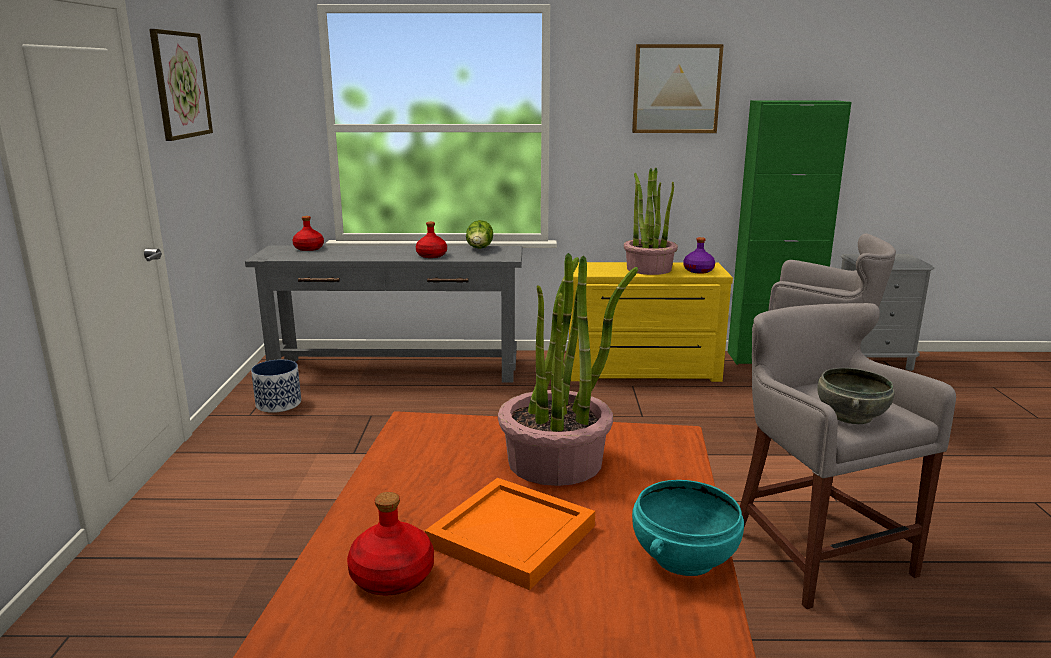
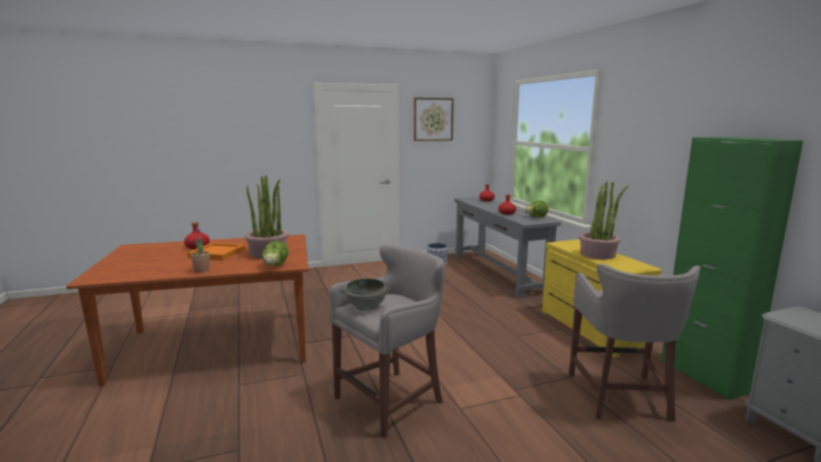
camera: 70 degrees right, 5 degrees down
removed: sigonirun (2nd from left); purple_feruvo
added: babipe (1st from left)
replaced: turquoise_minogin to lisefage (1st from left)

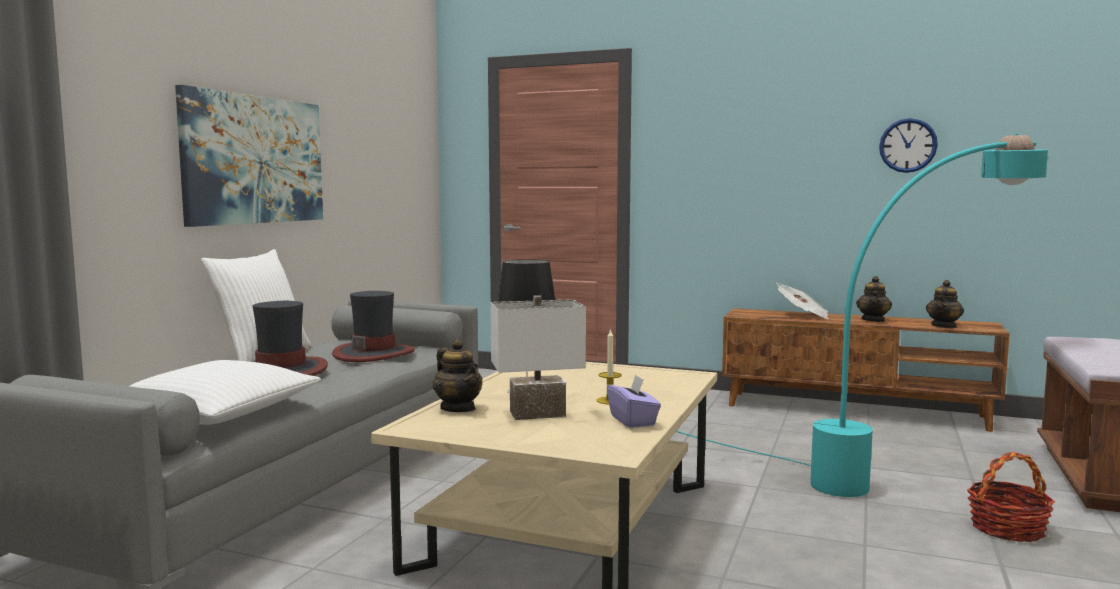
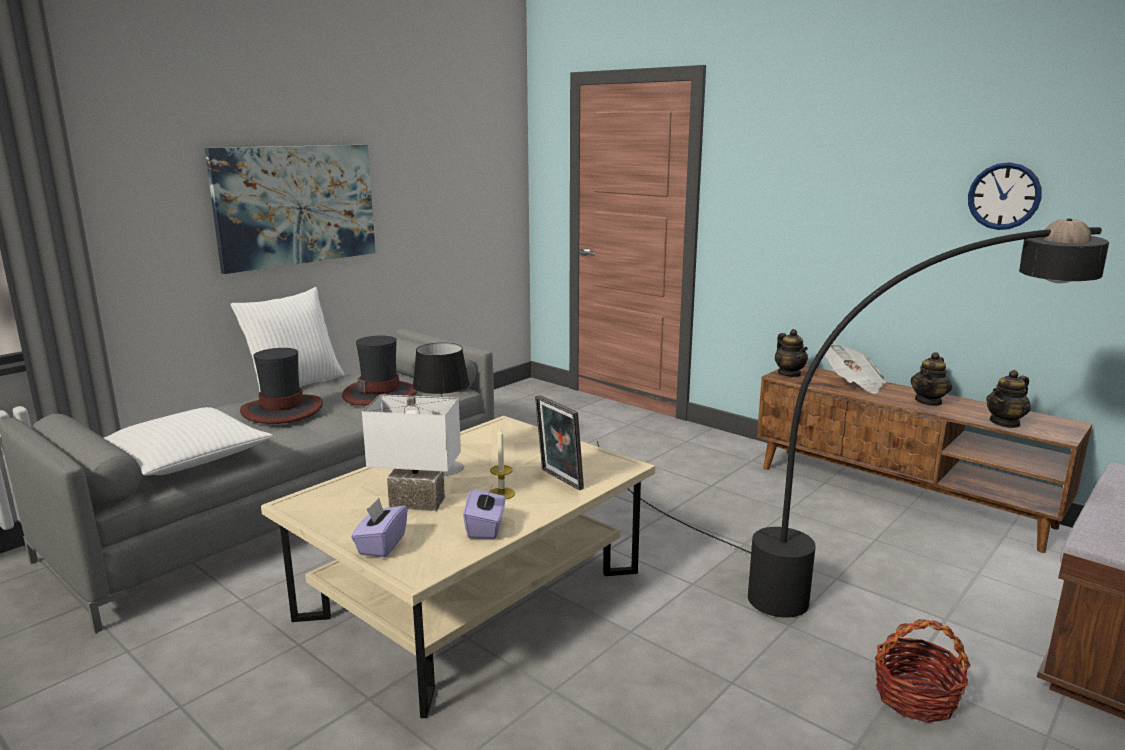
camera: 20 degrees right, 10 degrees up
added: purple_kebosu (1st from left); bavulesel
moved: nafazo (1st from left)
recoloured: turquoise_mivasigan to black_mivasigan

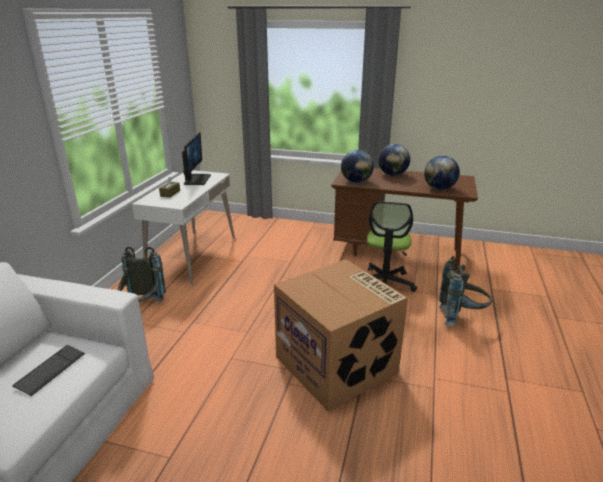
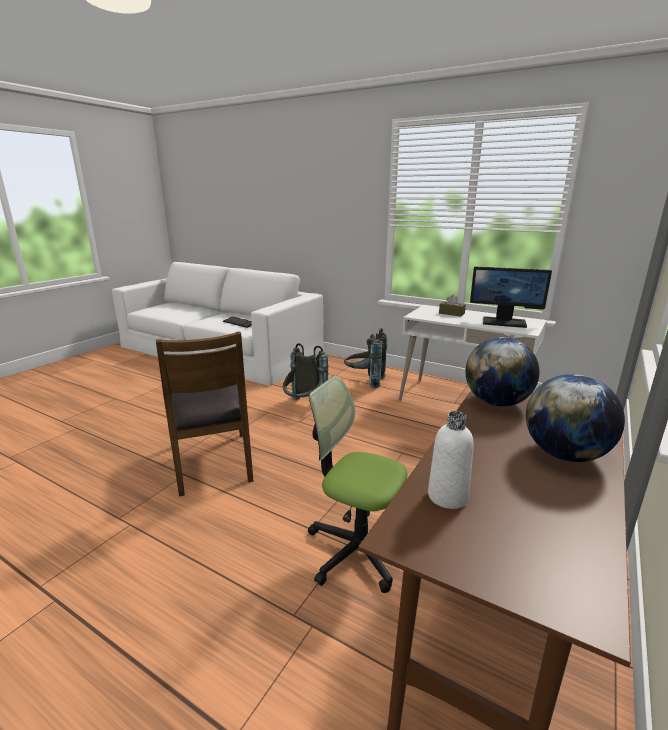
camera: 105 degrees right, 5 degrees down
moved: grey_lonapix (2nd from left in the first image) to grey_lonapix (1st from left)
replaced: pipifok to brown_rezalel; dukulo (3rd from left) to white_feruvo

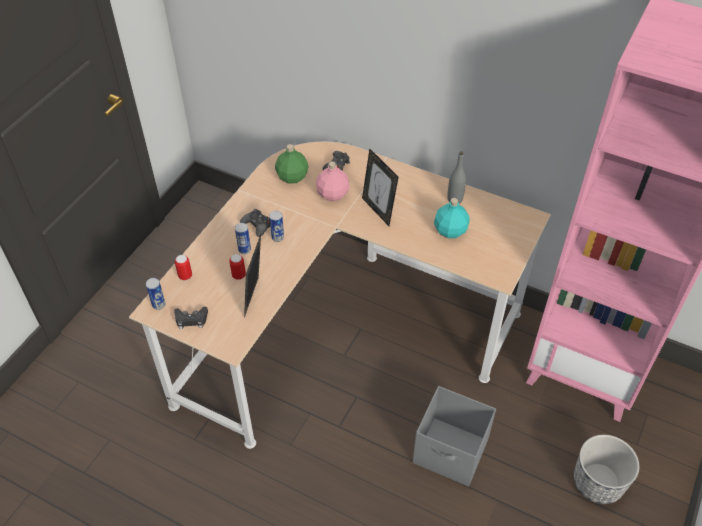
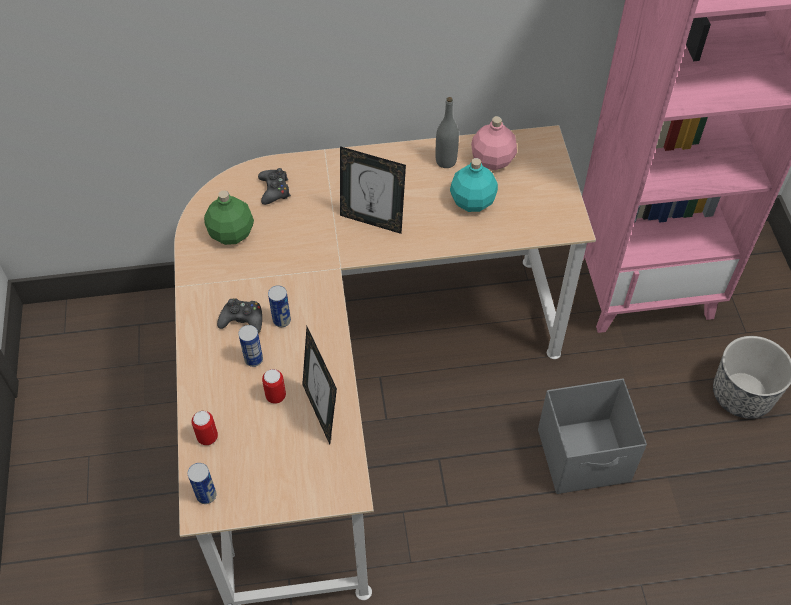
camera: 35 degrees left, 5 degrees up
removed: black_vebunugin (1st from left)
moved: pink_feruvo

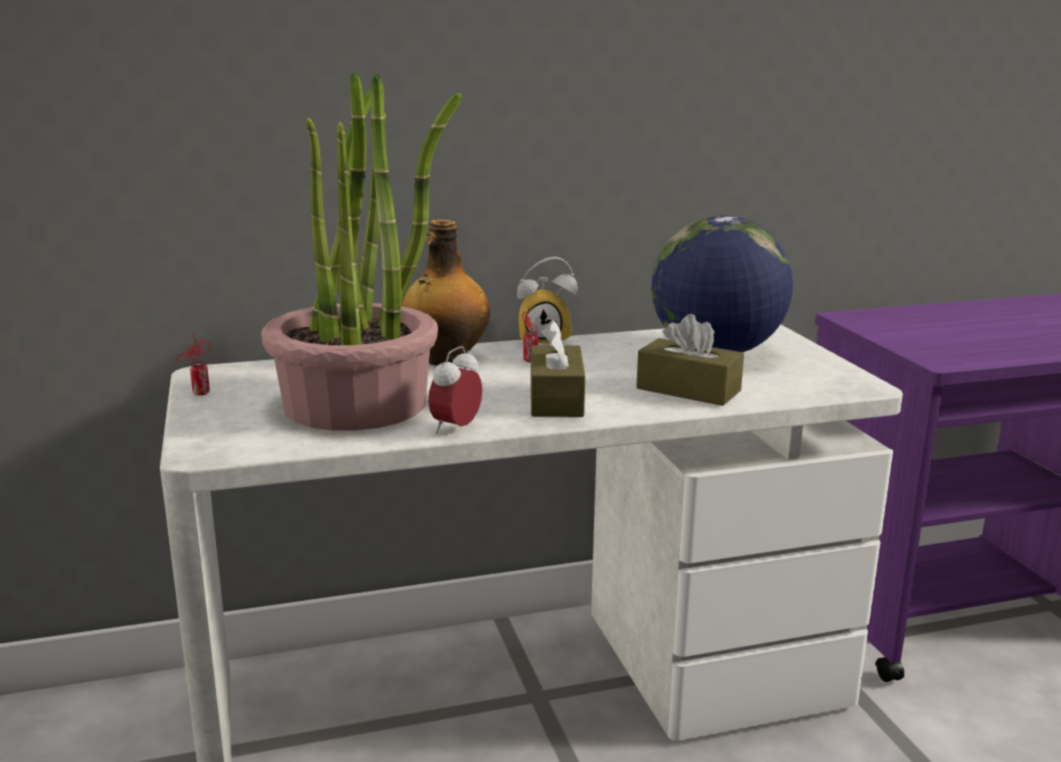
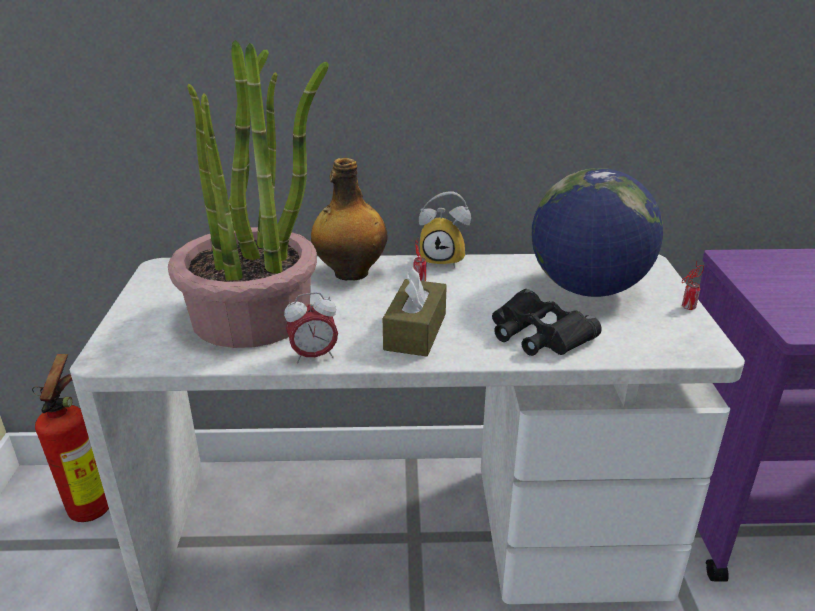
camera: 15 degrees right, 10 degrees up
added: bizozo
moved: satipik (1st from left in the first image) to satipik (2nd from left)
replaced: brown_kebosu (2nd from left) to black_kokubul
turned: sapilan (1st from left) 150 degrees counterclockwise

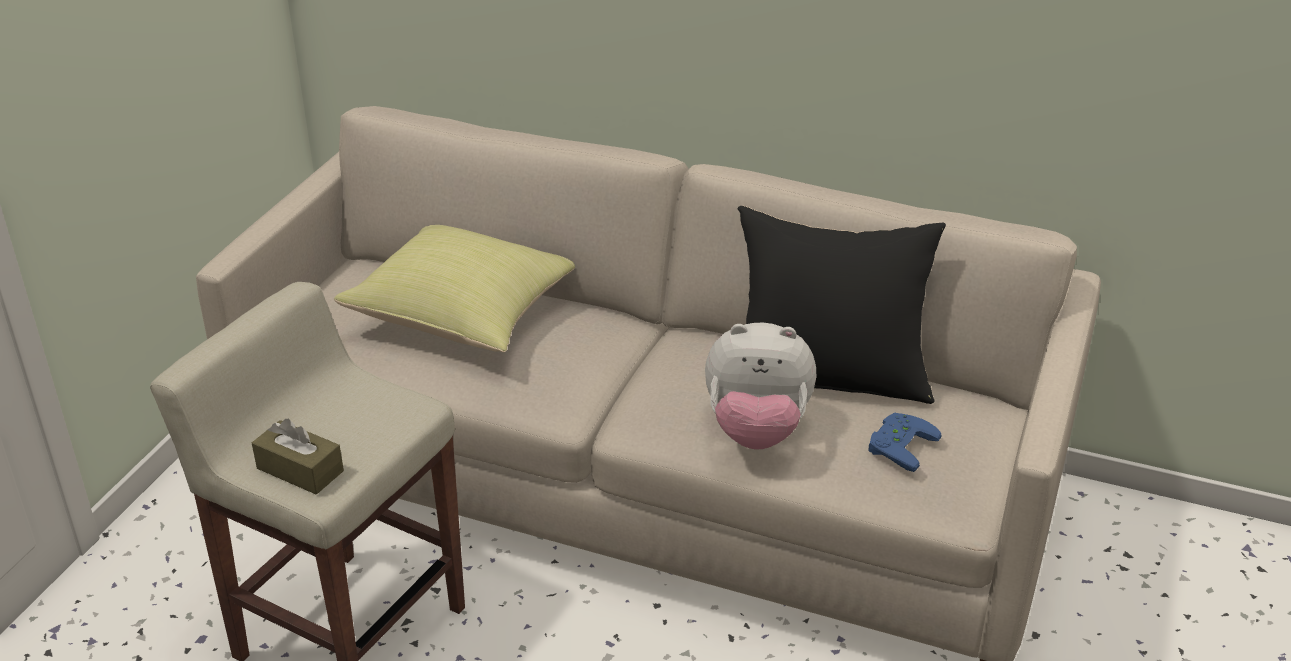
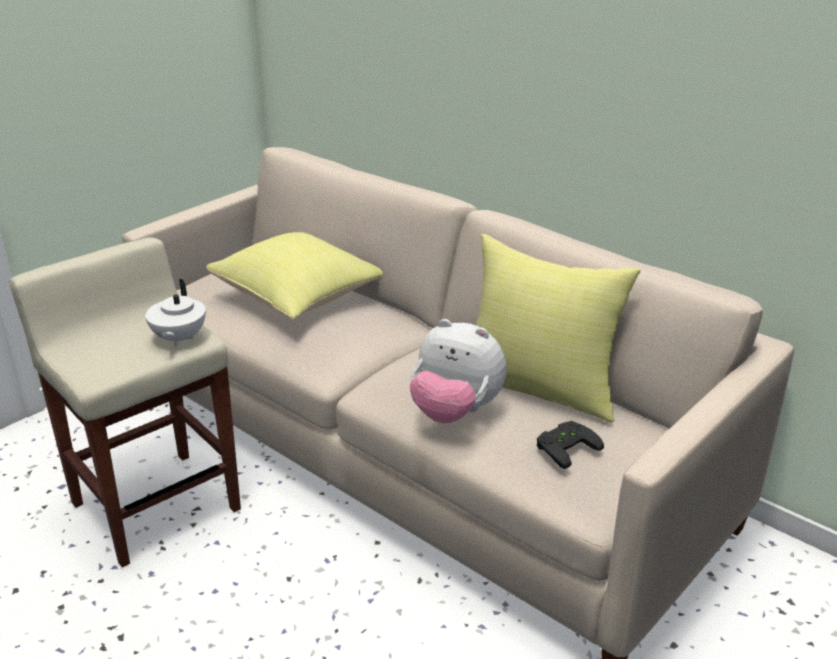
camera: 20 degrees right, 5 degrees down
removed: brown_kebosu
added: white_nafazo
recoloured: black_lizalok to yellow_lizalok (2nd from left); blue_vebunugin to black_vebunugin

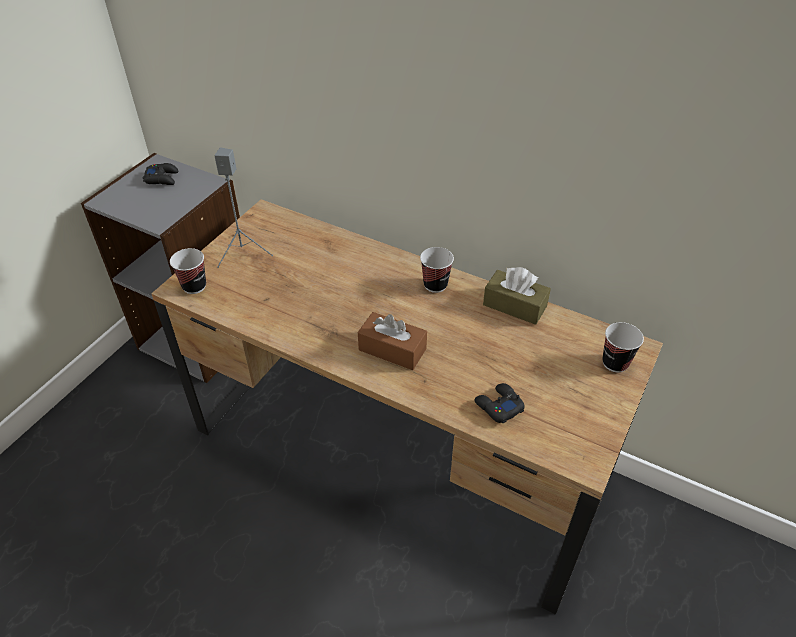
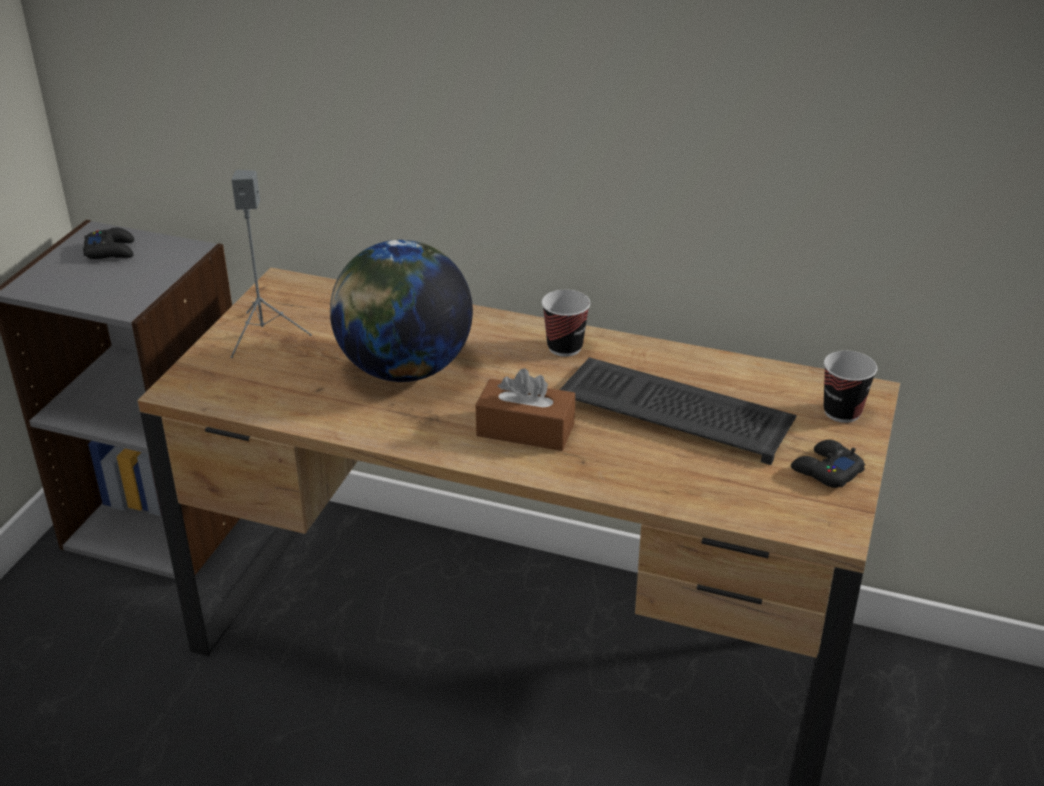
camera: 10 degrees left, 10 degrees down
removed: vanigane (1st from left); brown_kebosu (2nd from left)
added: dukulo; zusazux
moved: black_vebunugin (2nd from left)

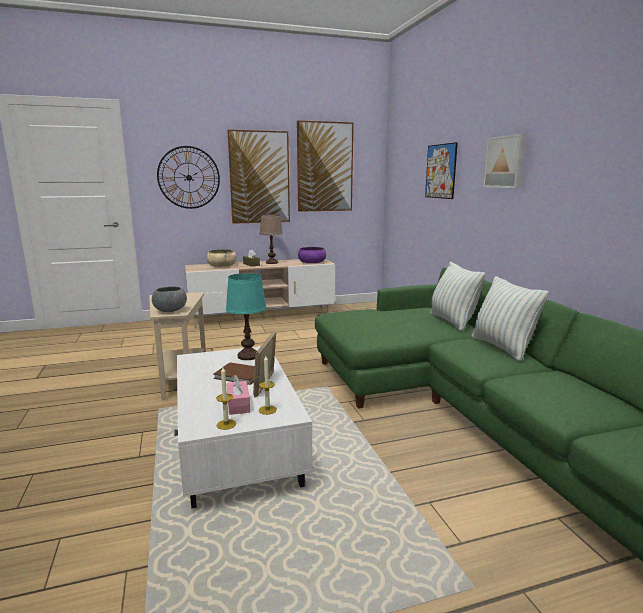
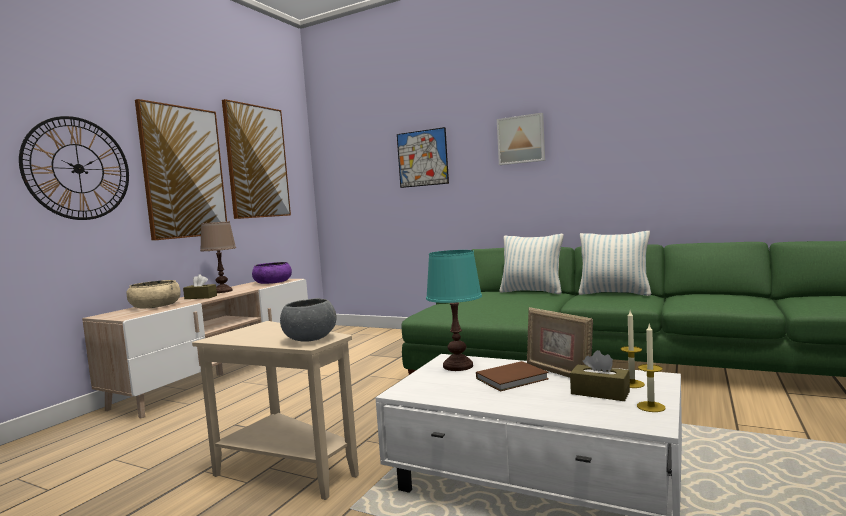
camera: 45 degrees left, 10 degrees down
recoloured: pink_kebosu to brown_kebosu (2nd from left)

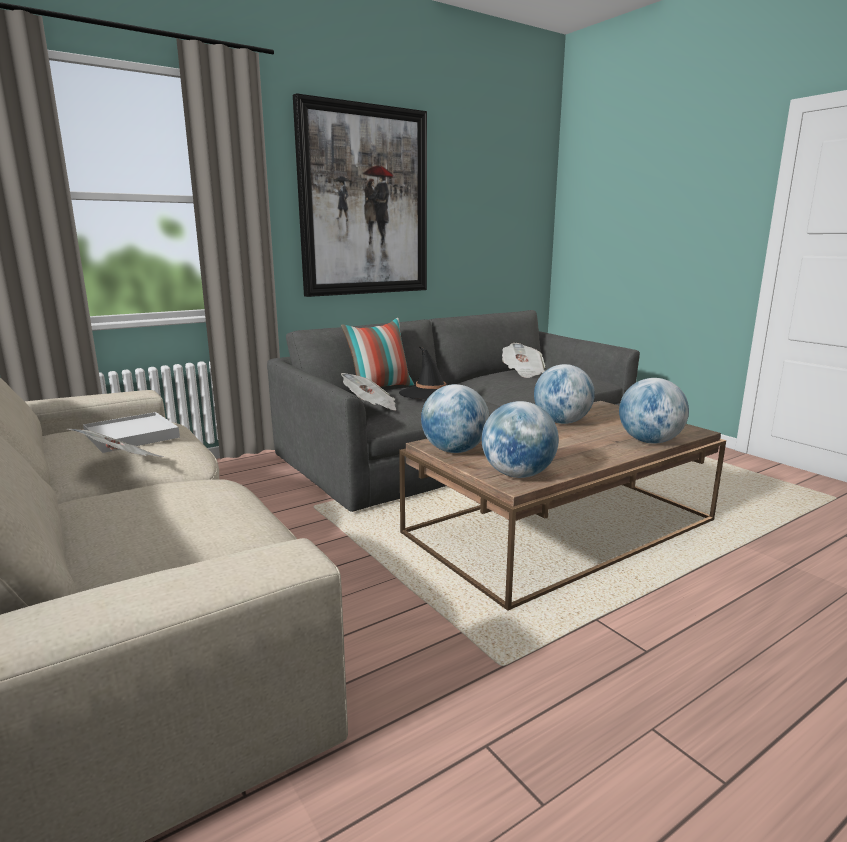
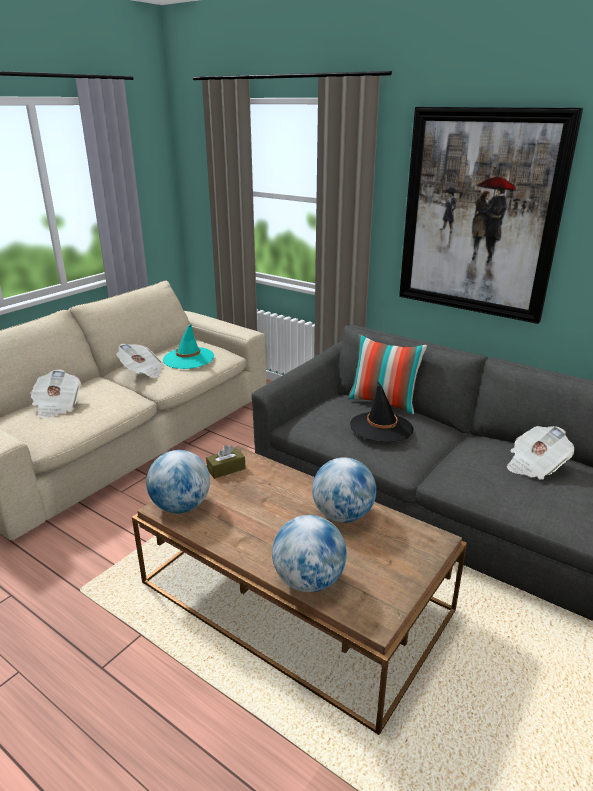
camera: 70 degrees right, 10 degrees up
moved: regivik (2nd from left in the first image) to regivik (1st from left)
replaced: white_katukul to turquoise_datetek; dukulo (1st from left) to brown_kebosu

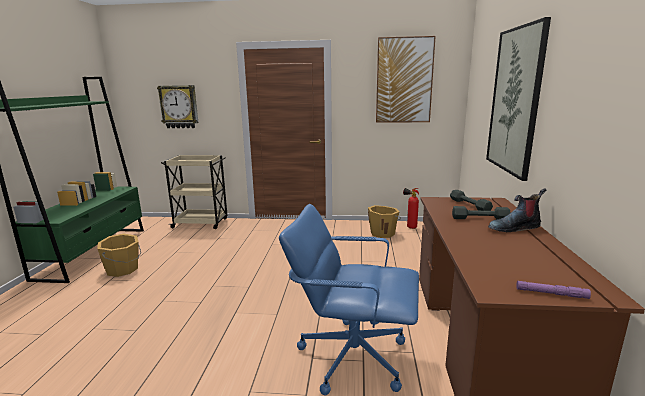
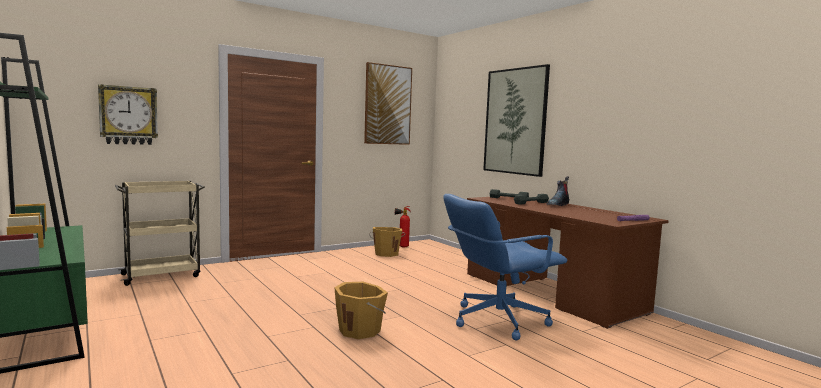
camera: 40 degrees left, 10 degrees down
moved: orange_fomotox (1st from left)

